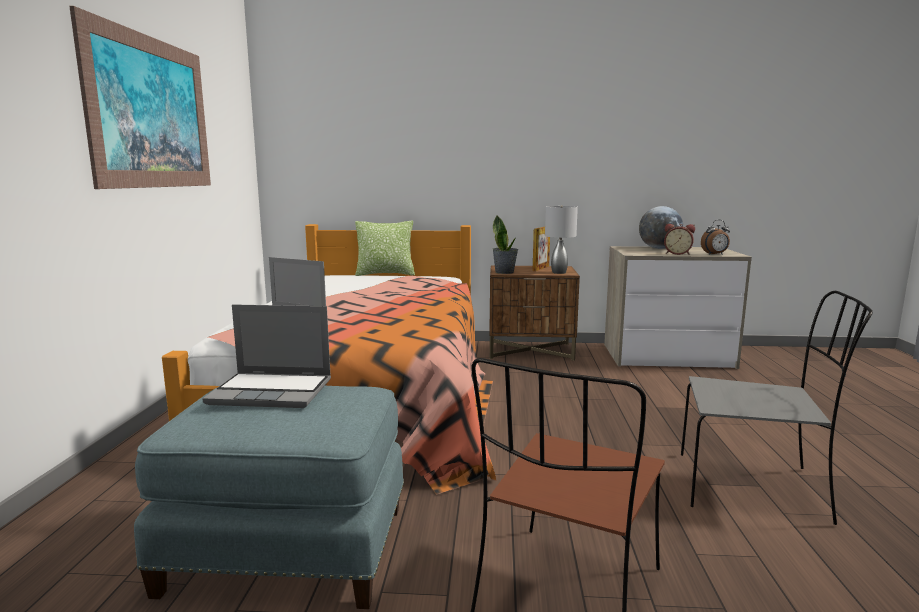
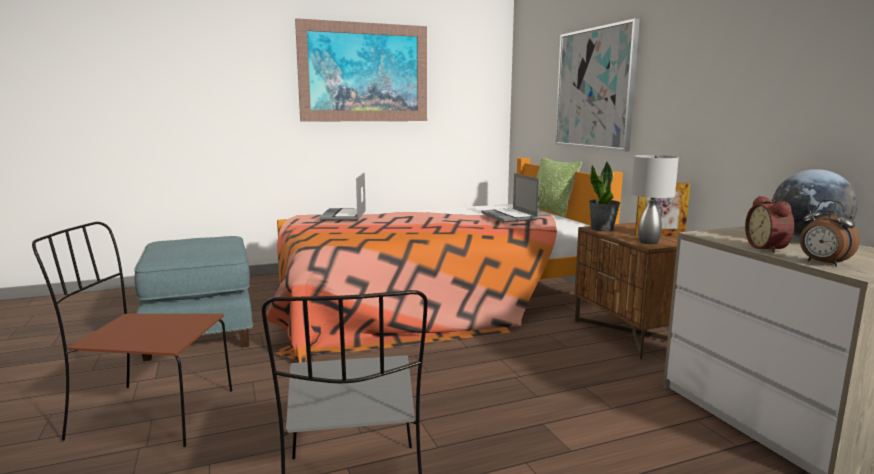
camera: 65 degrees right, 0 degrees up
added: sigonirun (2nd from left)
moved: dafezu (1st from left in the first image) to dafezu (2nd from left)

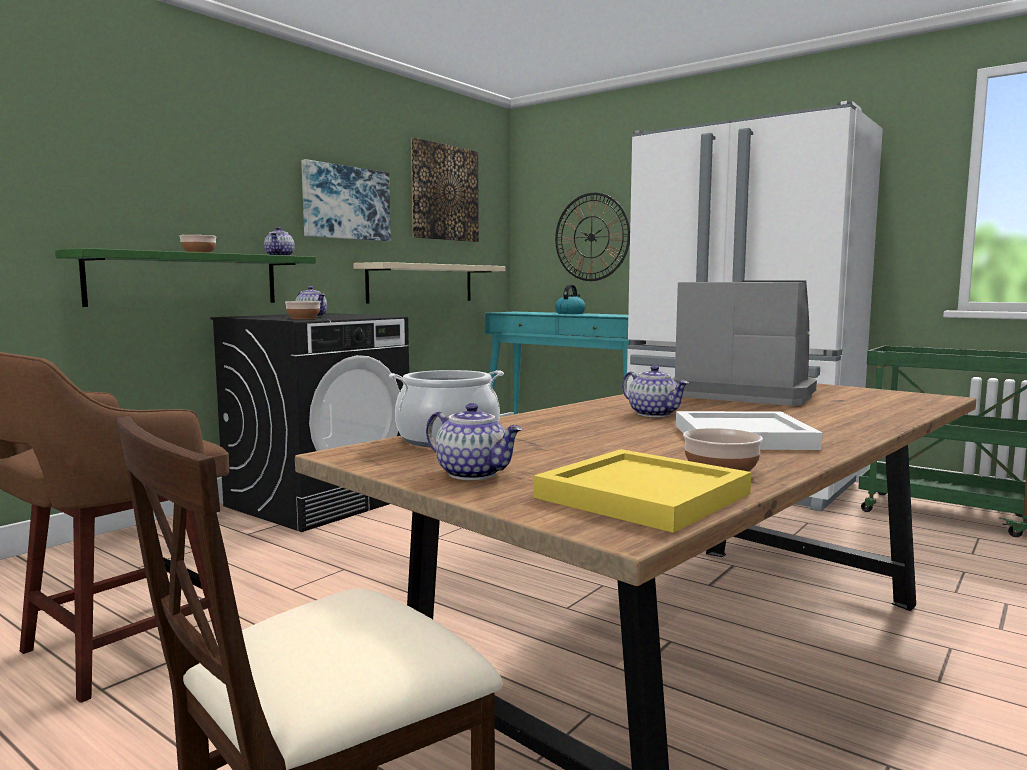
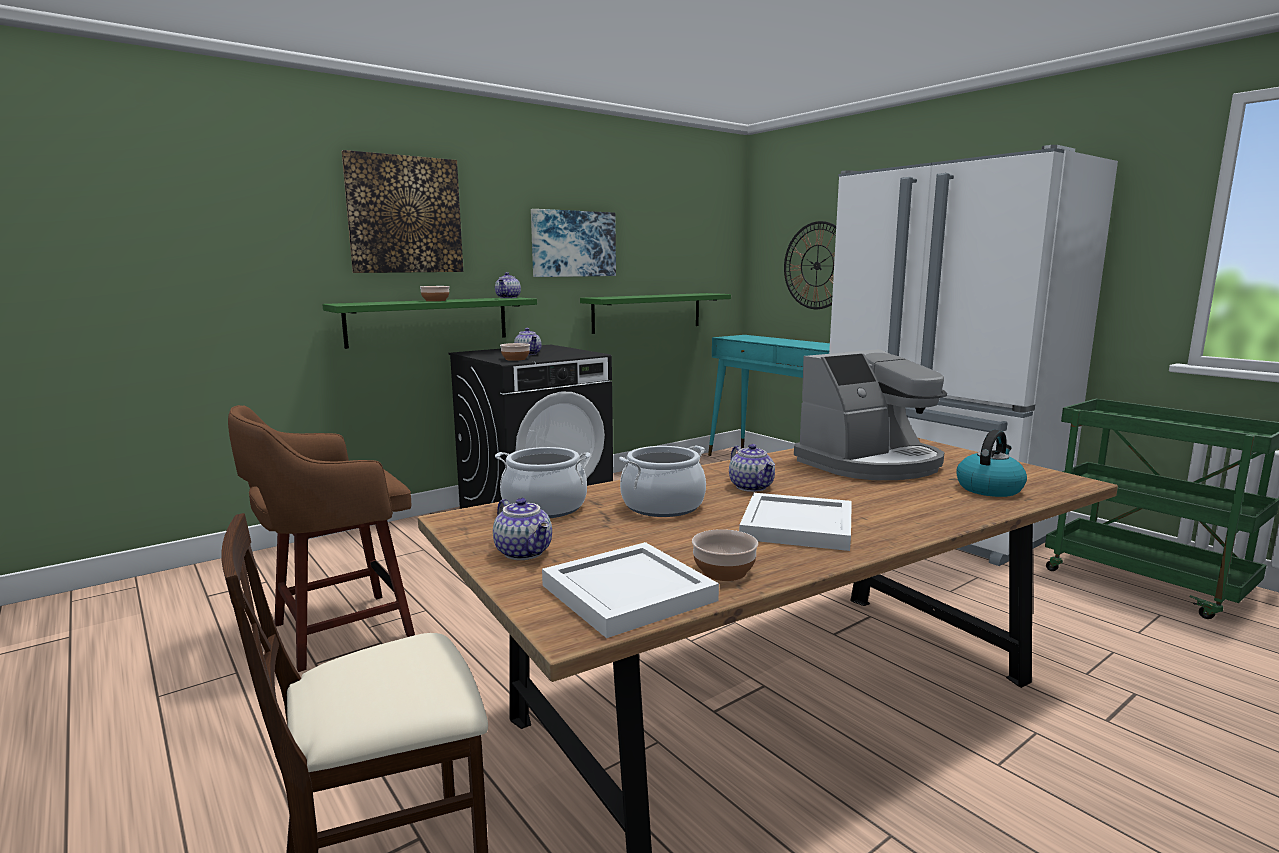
camera: 15 degrees right, 5 degrees up
added: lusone (2nd from left)
moved: sigonirun (2nd from left in the first image) to sigonirun (1st from left); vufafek
recoloured: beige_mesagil to green_mesagil (2nd from left); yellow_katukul to white_katukul (1st from left)
turned: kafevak 105 degrees clockwise

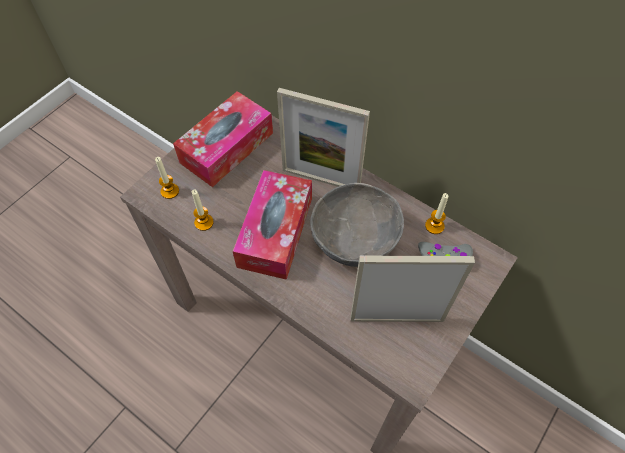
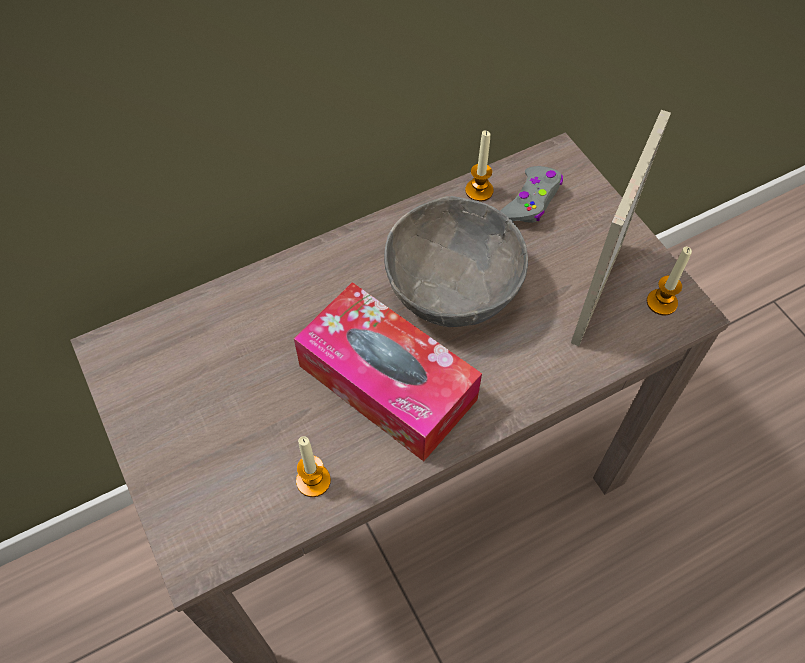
camera: 65 degrees left, 0 degrees up
removed: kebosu (1st from left); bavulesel (1st from left)
moved: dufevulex (1st from left in the first image) to dufevulex (3rd from left)

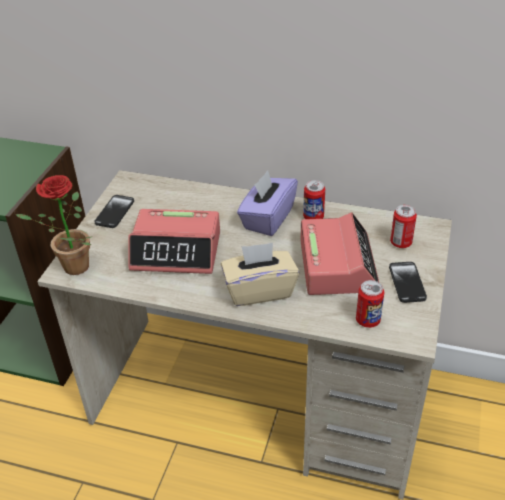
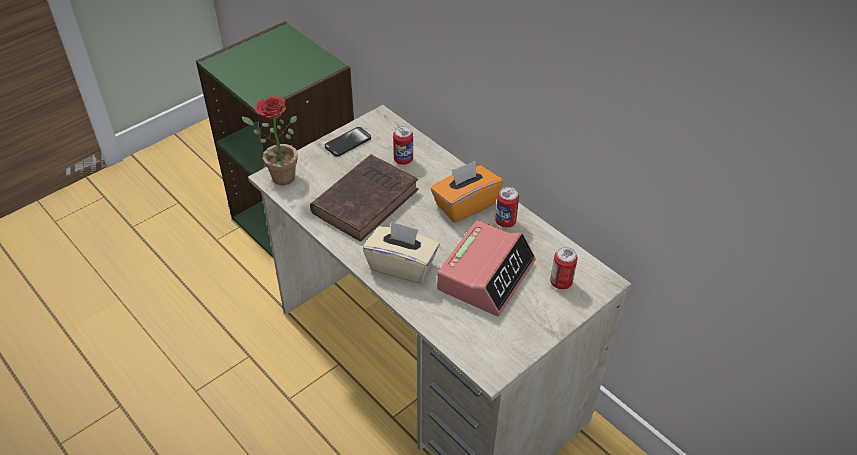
camera: 30 degrees right, 5 degrees up
removed: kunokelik (2nd from left)
moved: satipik (2nd from left in the first image) to satipik (1st from left)
replaced: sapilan (1st from left) to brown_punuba
recoloured: purple_kebosu to orange_kebosu

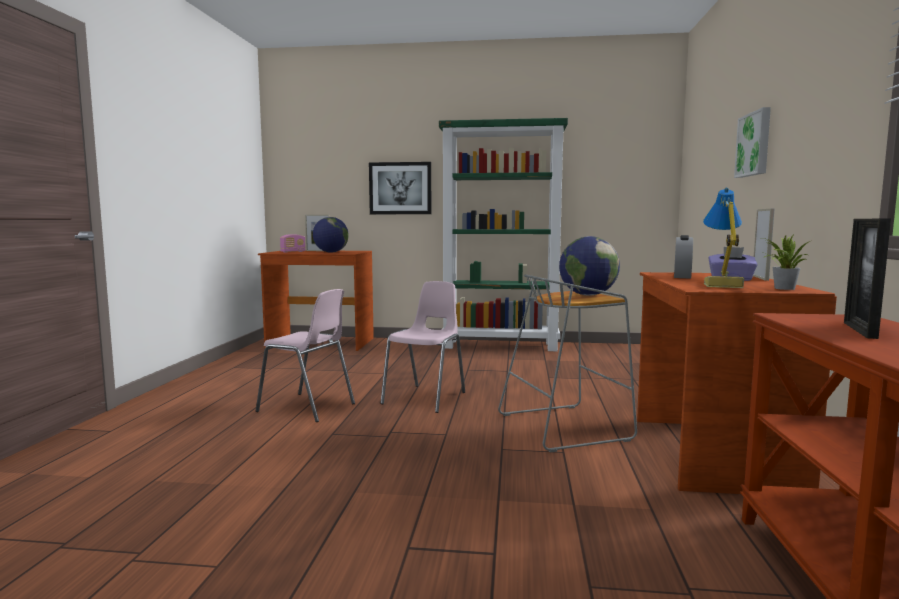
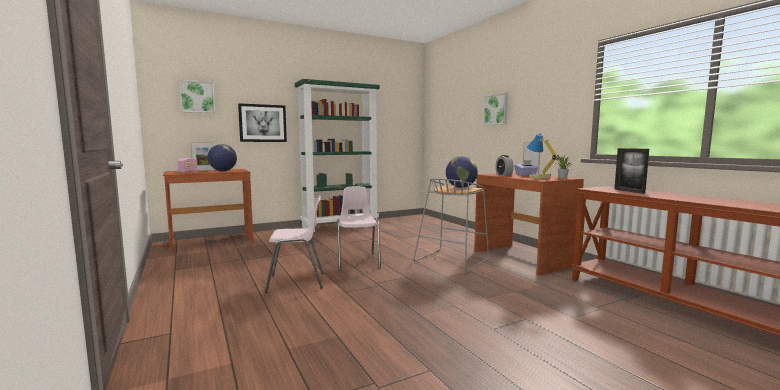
camera: 35 degrees left, 0 degrees up
added: sigonirun (1st from left)

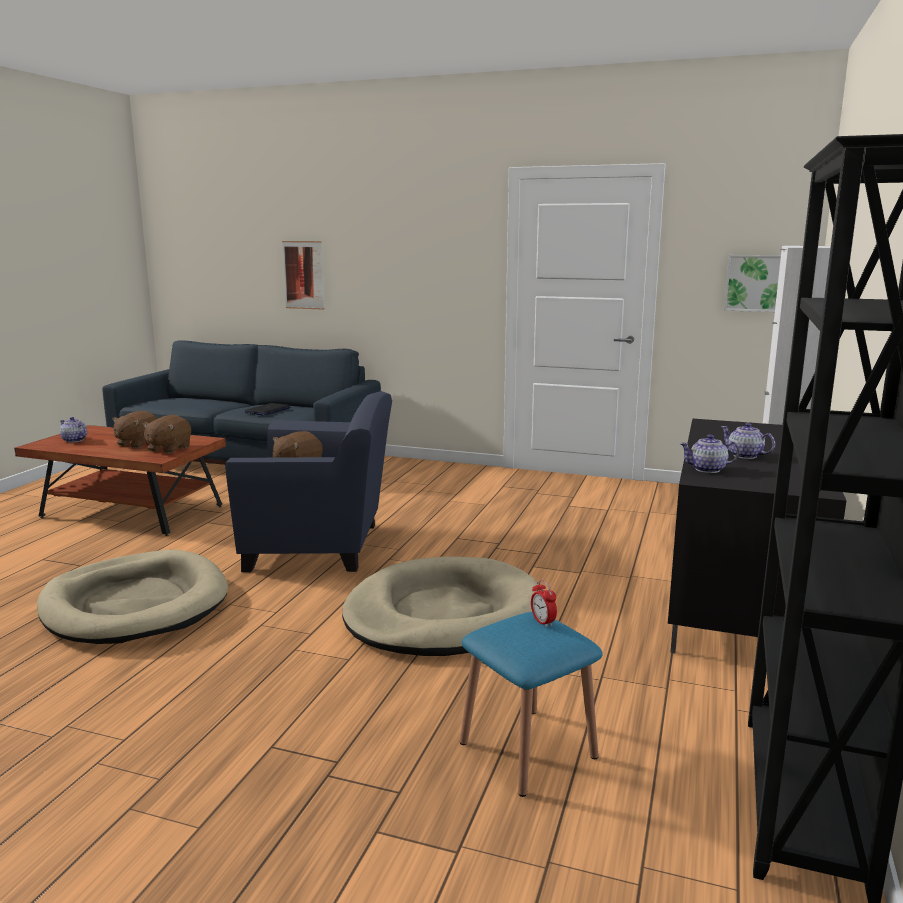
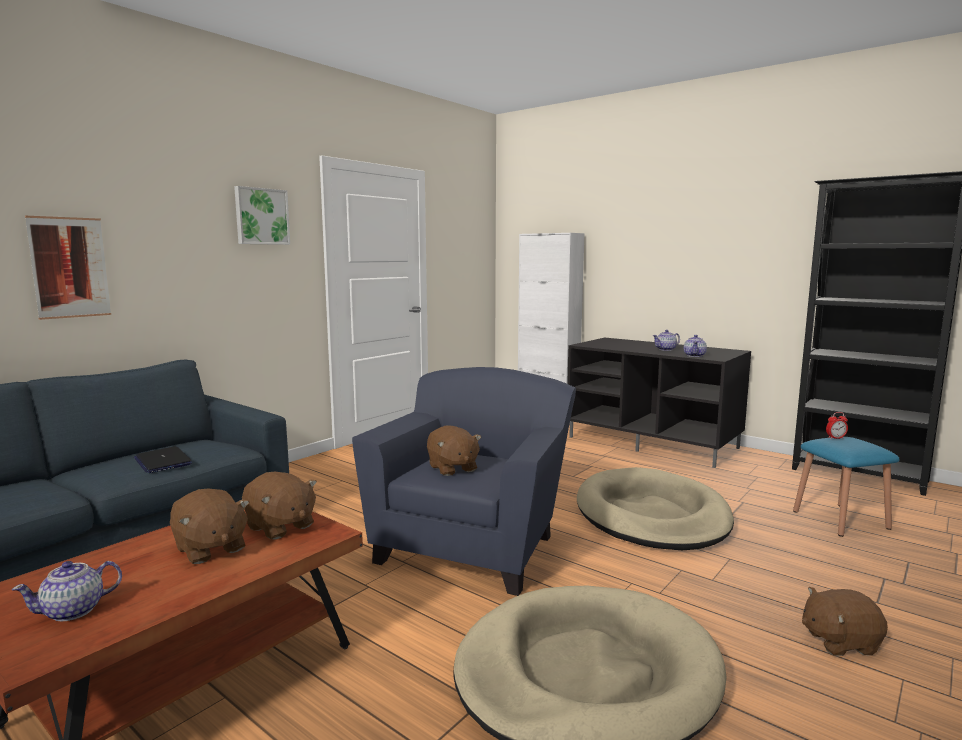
camera: 70 degrees left, 5 degrees down
added: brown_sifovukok (4th from left)
moved: sigonirun (2nd from left)

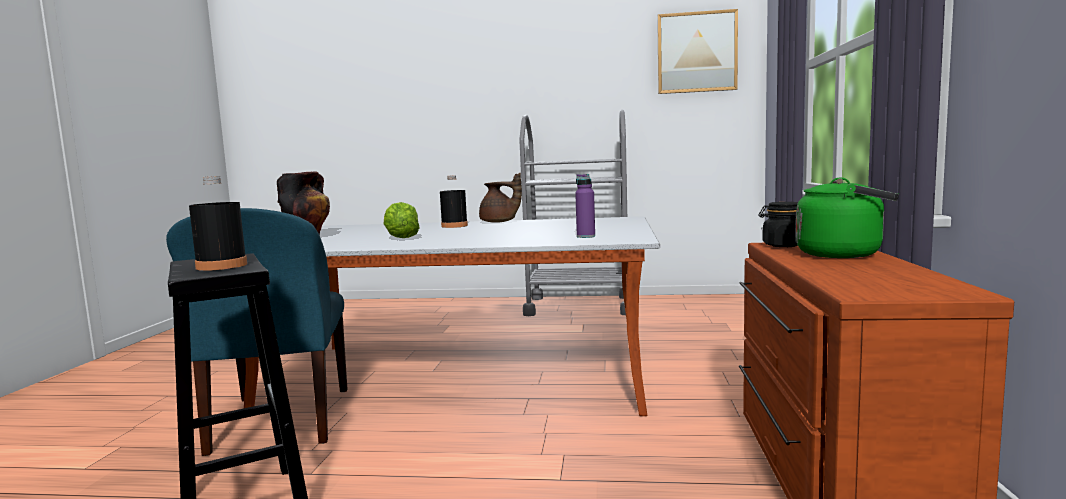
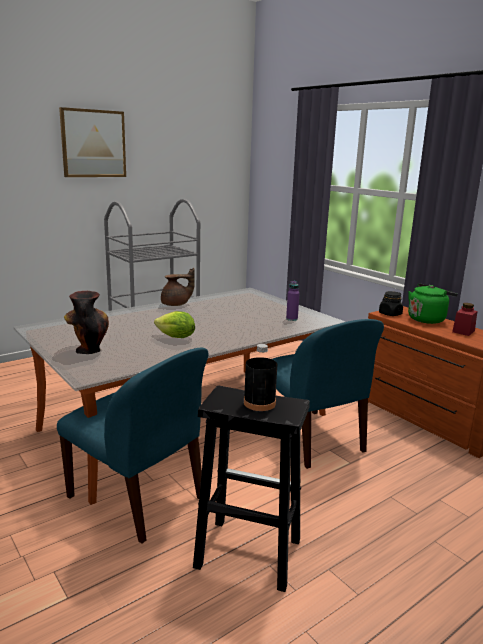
camera: 45 degrees left, 10 degrees up
removed: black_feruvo (2nd from left)
added: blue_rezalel (2nd from left); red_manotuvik
moved: sigonirun

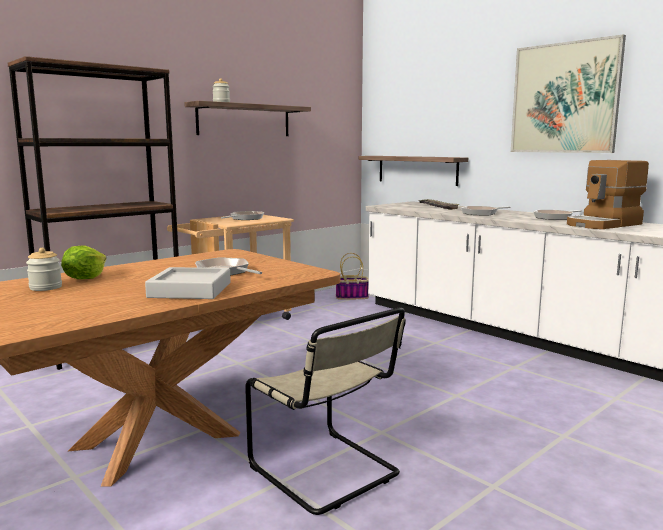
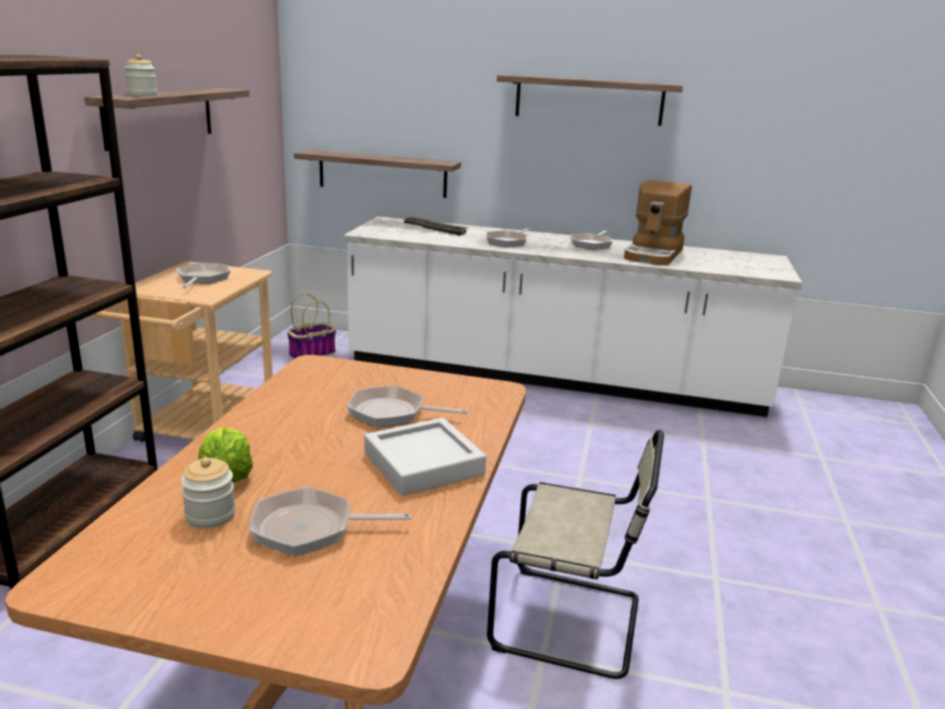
camera: 35 degrees left, 10 degrees up
added: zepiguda (2nd from left)
replaced: sigonirun to mesagil (3rd from left)

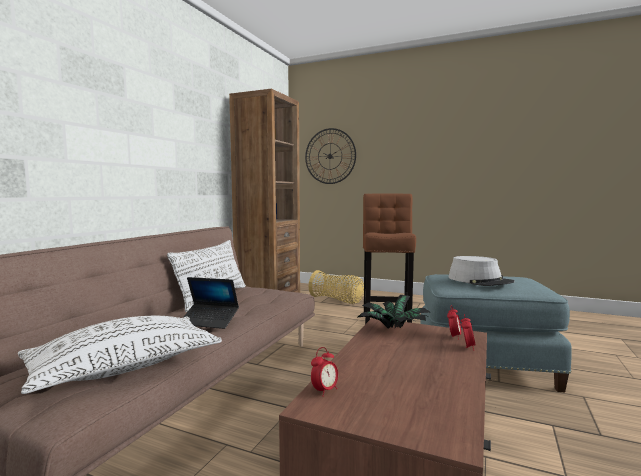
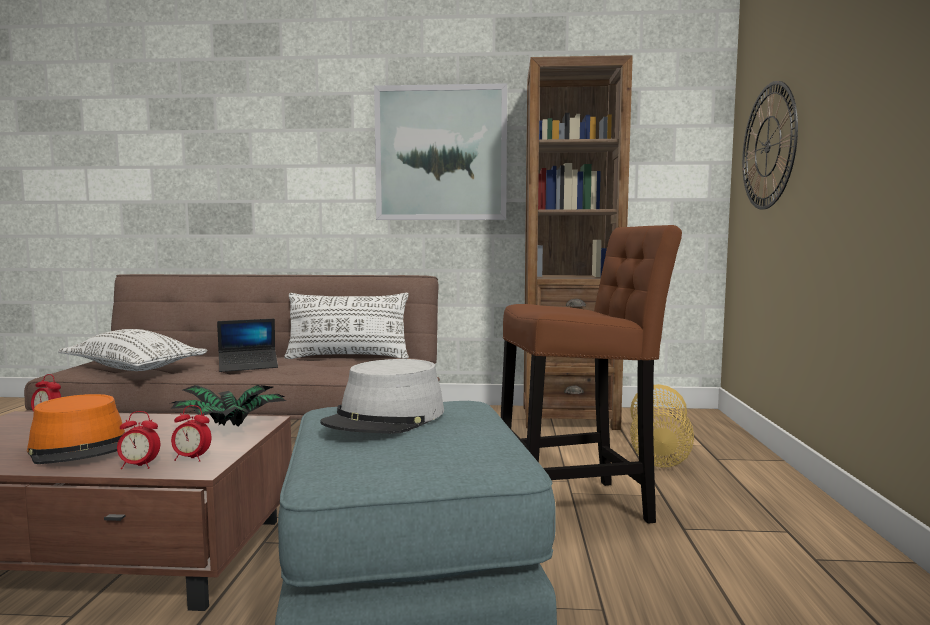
camera: 70 degrees right, 0 degrees up
added: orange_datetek; sigonirun
turned: dafezu 105 degrees counterclockwise

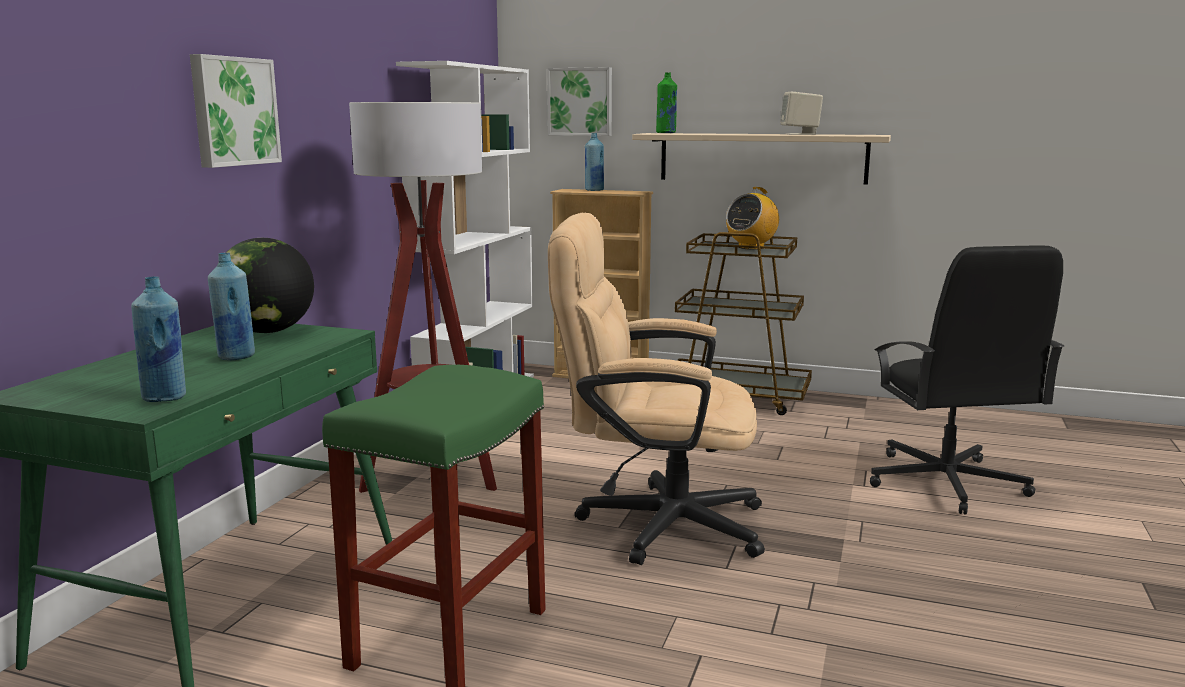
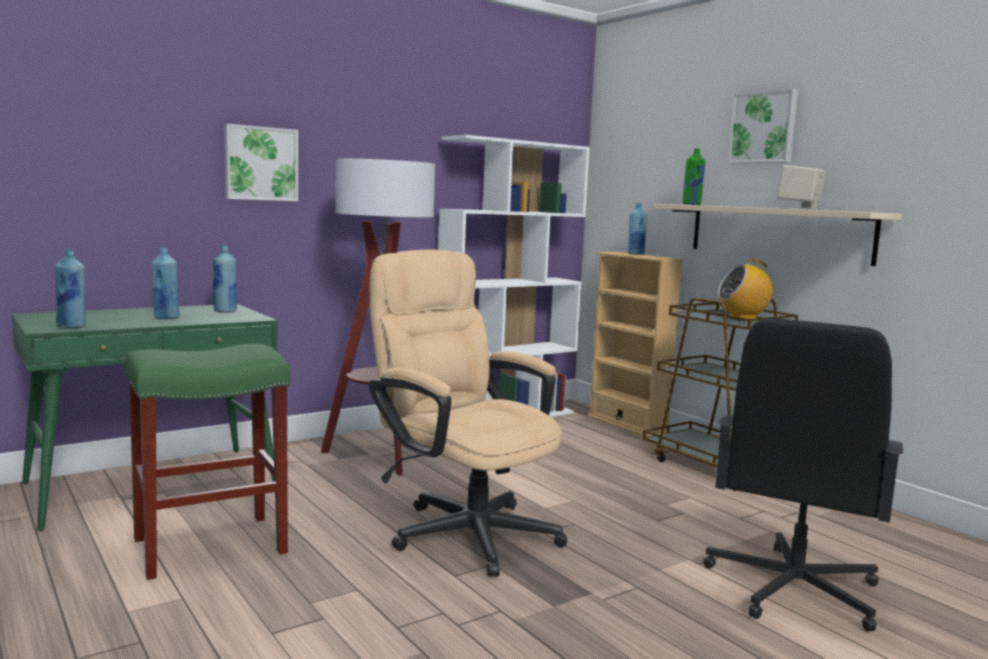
camera: 35 degrees right, 5 degrees down
moved: sigonirun (2nd from left)
replaced: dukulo to blue_feruvo (3rd from left)

